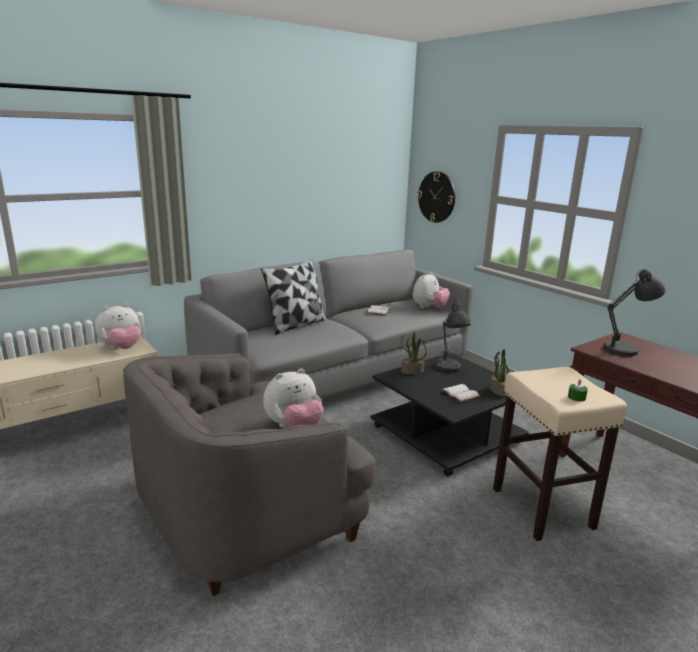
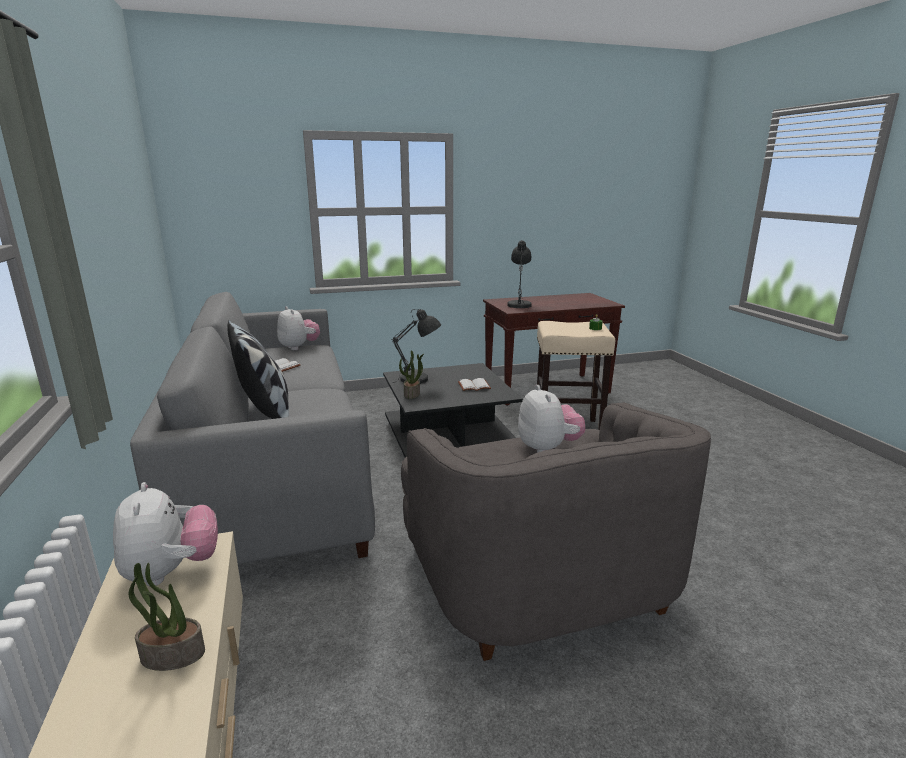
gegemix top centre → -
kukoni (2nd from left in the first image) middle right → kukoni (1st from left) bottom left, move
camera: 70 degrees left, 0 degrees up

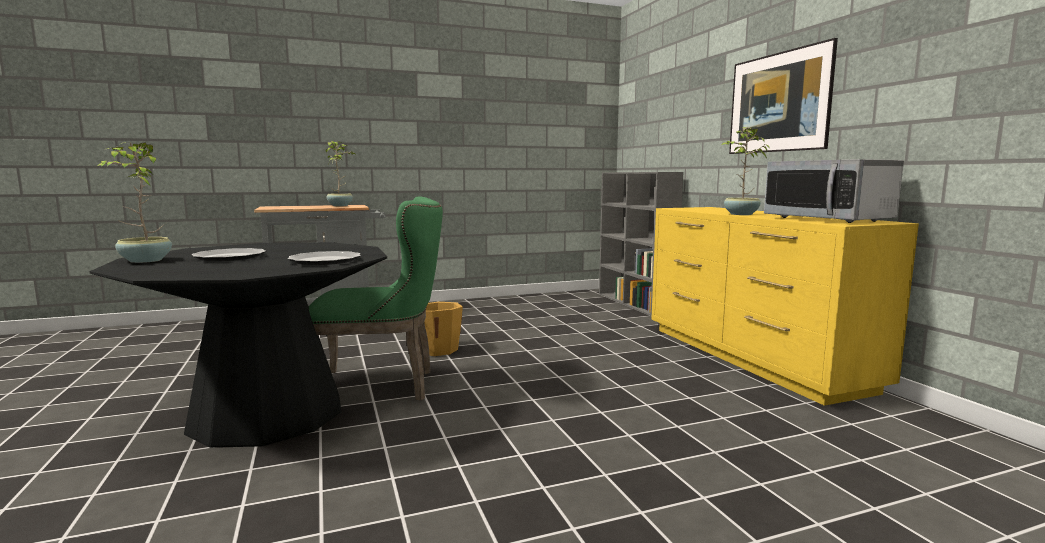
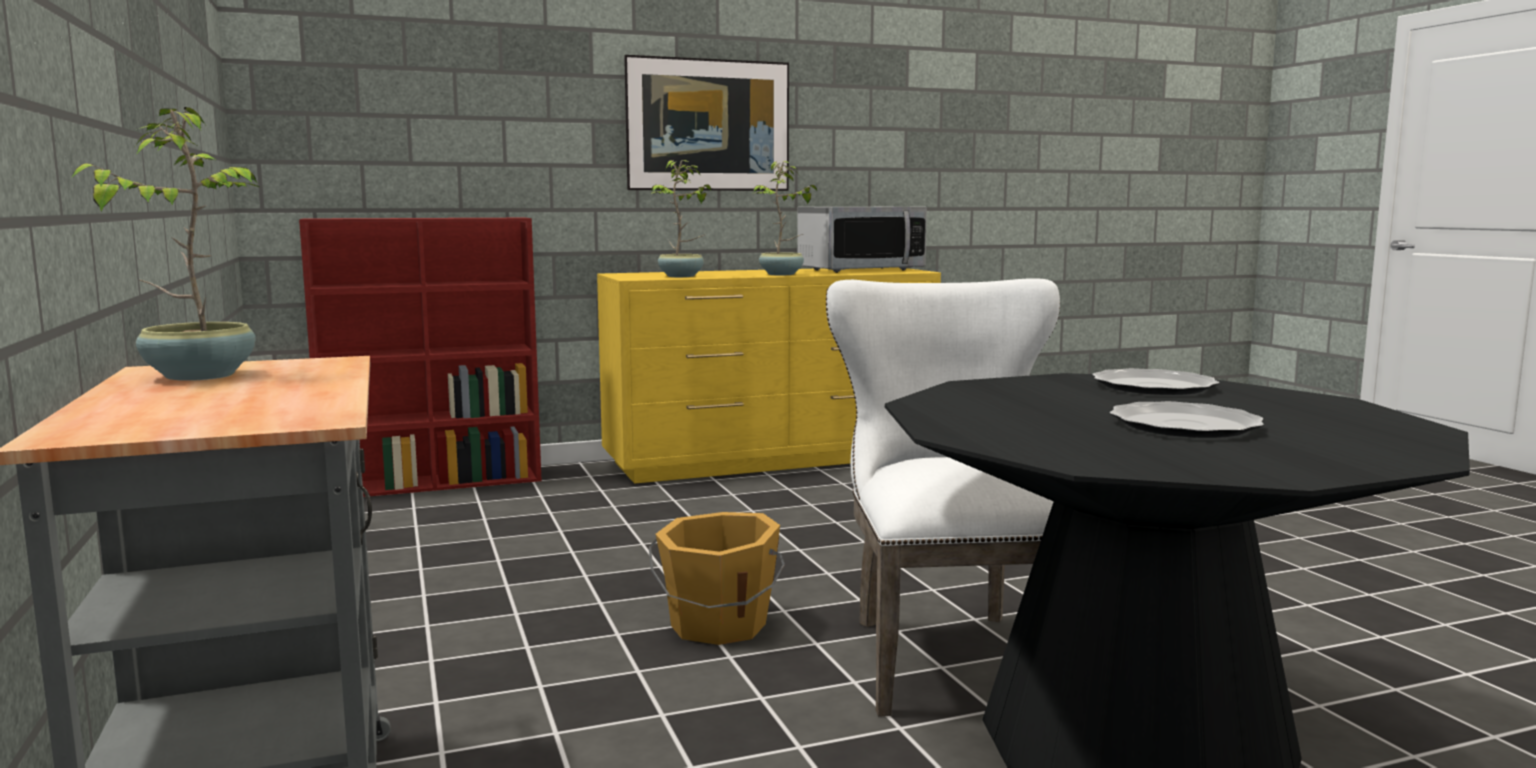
kukoni (1st from left in the first image) middle left → kukoni (2nd from left) top centre, move
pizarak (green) centre → pizarak (white) centre
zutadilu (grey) centre → zutadilu (red) middle left
camera: 90 degrees left, 0 degrees up

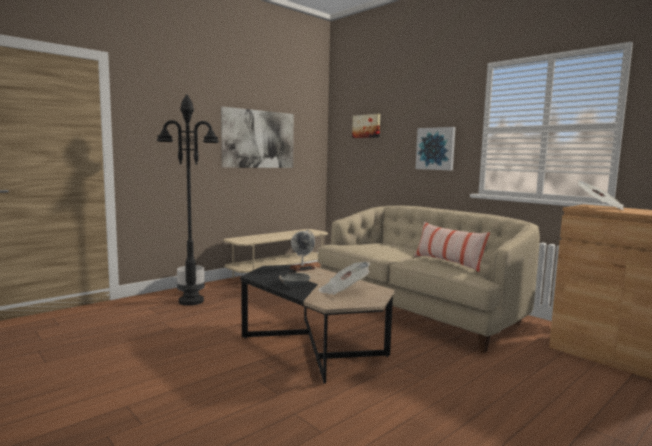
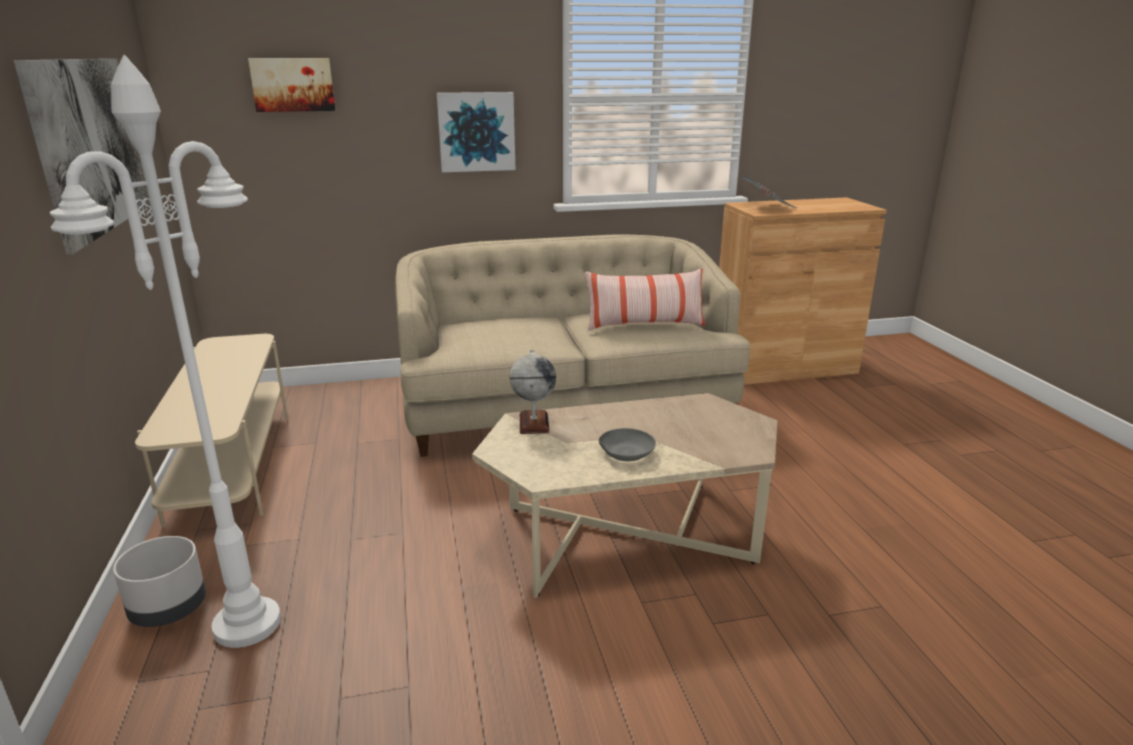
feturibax (1st from left) centre → -
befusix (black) middle left → befusix (white) middle left
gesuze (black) bottom centre → gesuze (beige) centre
camera: 60 degrees left, 15 degrees up

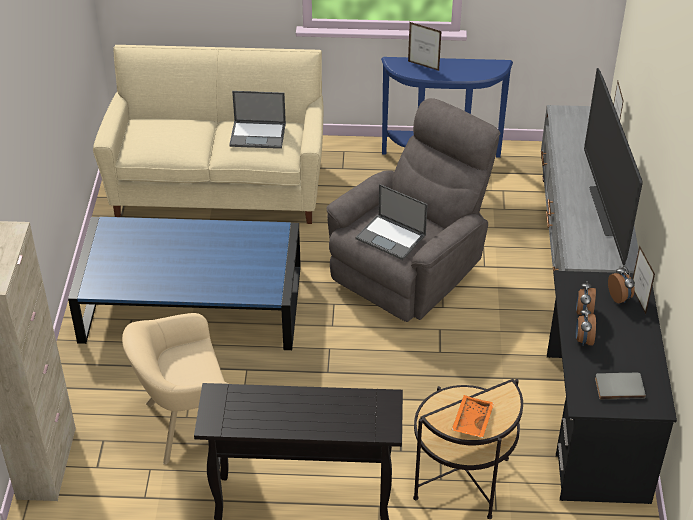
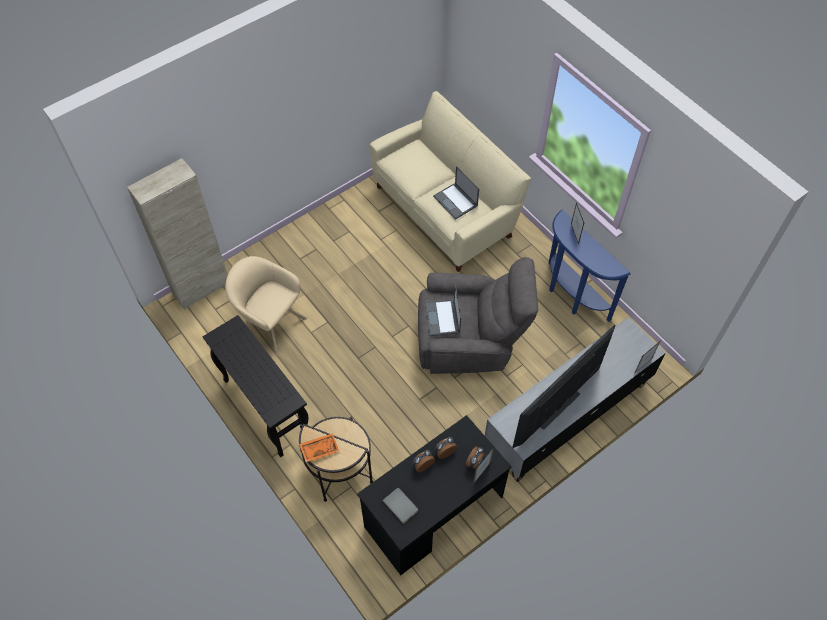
gesuze (blue) middle left → -
camera: 50 degrees right, 15 degrees up

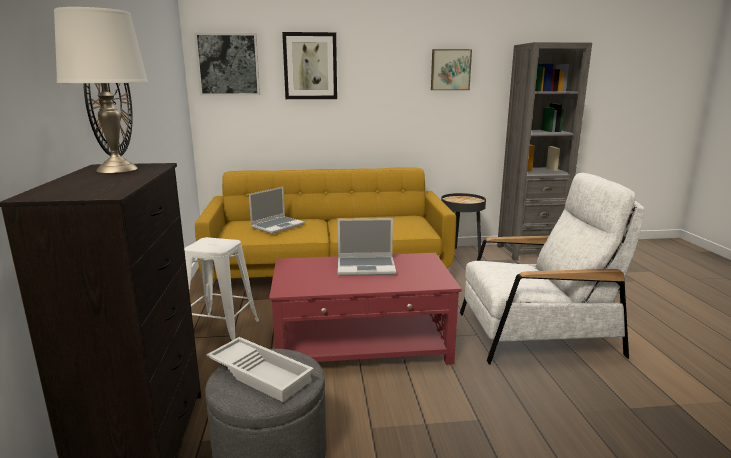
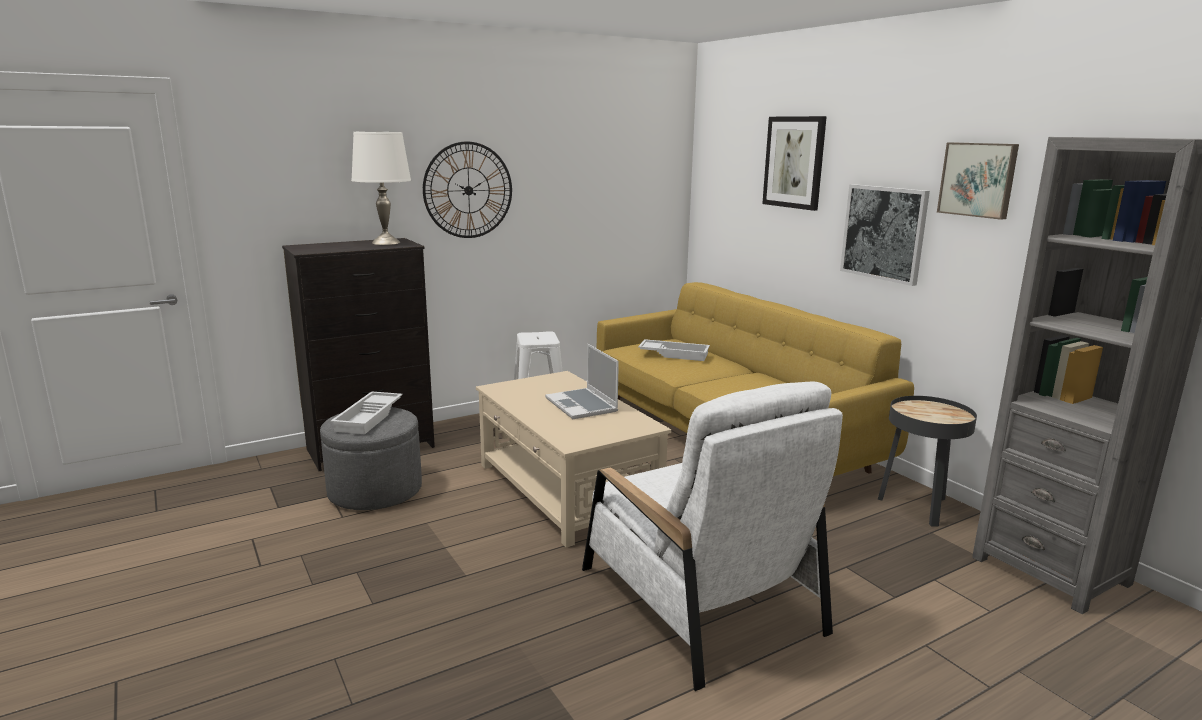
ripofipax (1st from left in the first image) top left → ripofipax (2nd from left) top right, move
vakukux (1st from left) centre → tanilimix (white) (2nd from left) centre
gesuze (red) bottom centre → gesuze (beige) centre
camera: 65 degrees right, 0 degrees up

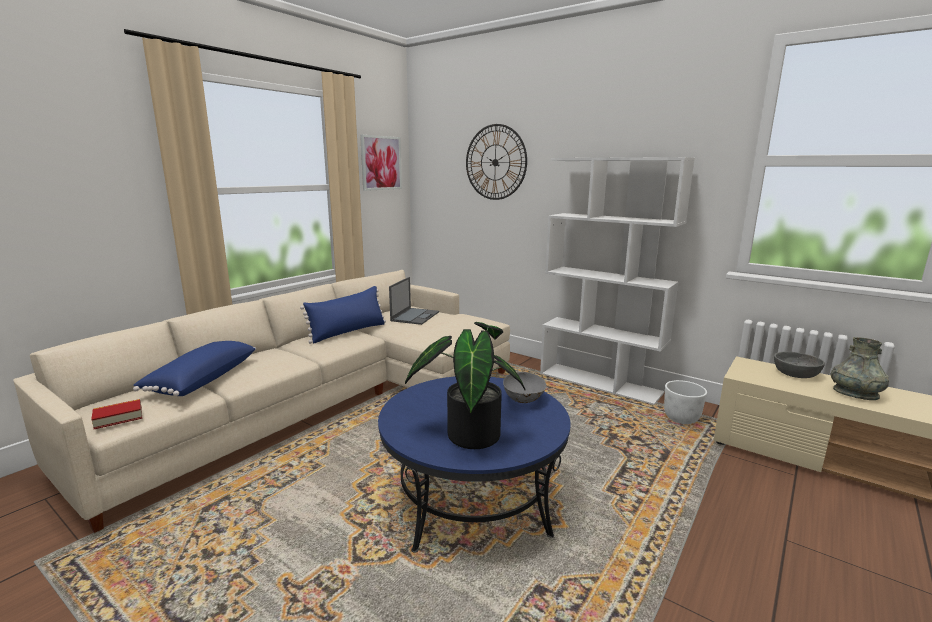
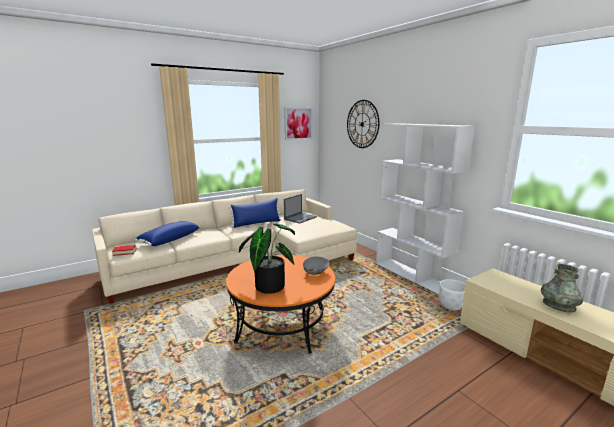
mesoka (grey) (2nd from left) middle right → -
gesuze (blue) bottom centre → gesuze (orange) bottom centre
camera: 20 degrees right, 0 degrees up

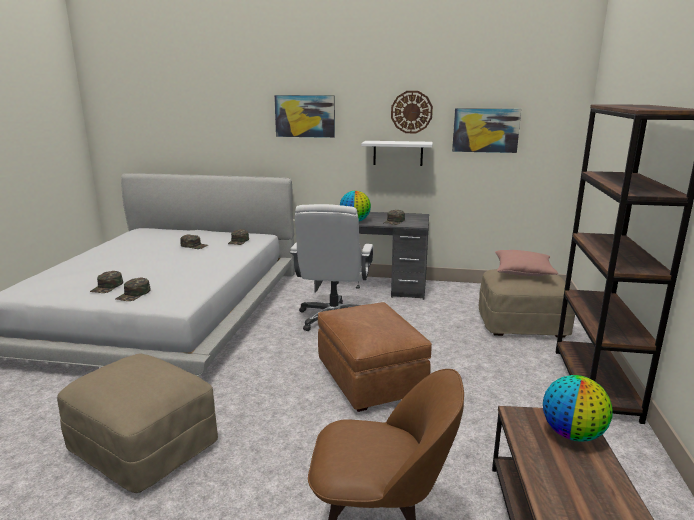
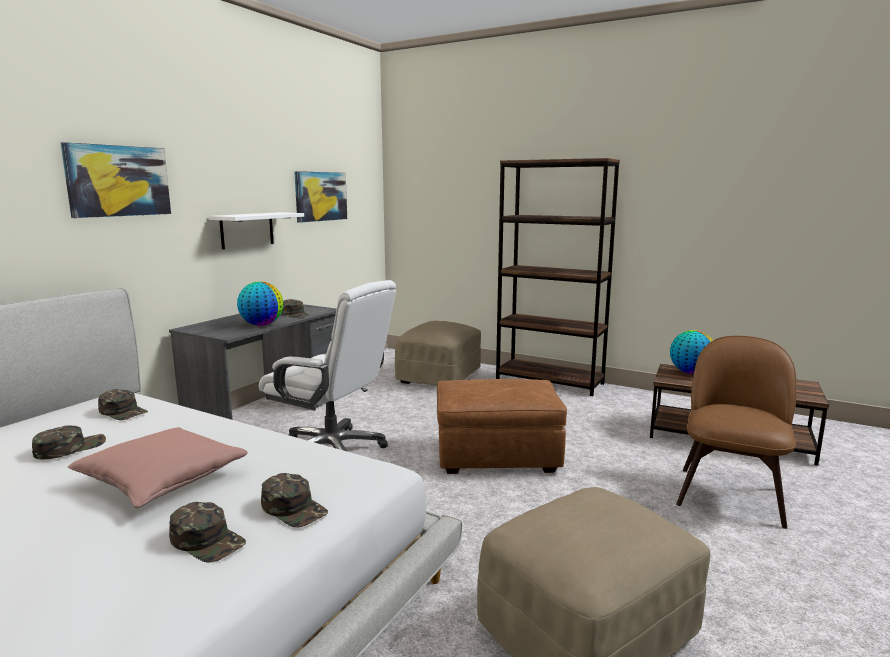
gegemix top centre → -
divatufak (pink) middle right → divatufak (pink) bottom left, move
camera: 70 degrees left, 5 degrees down

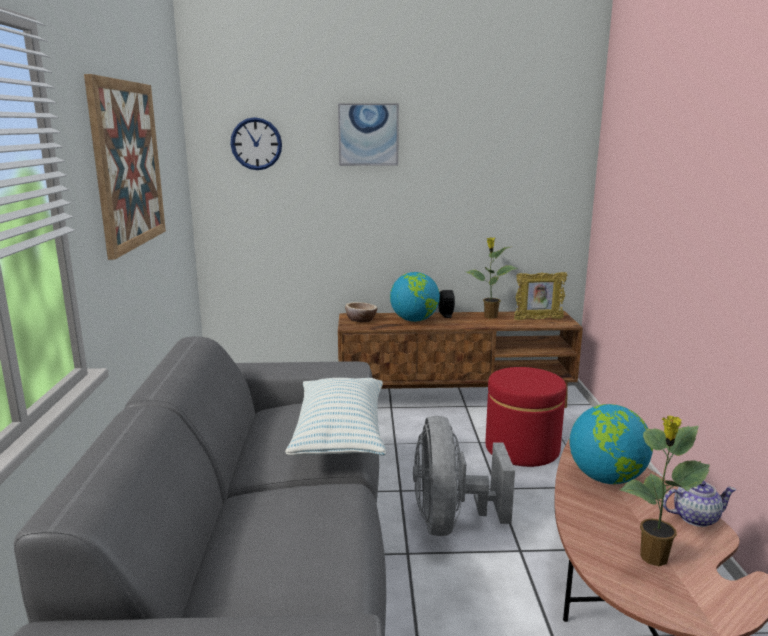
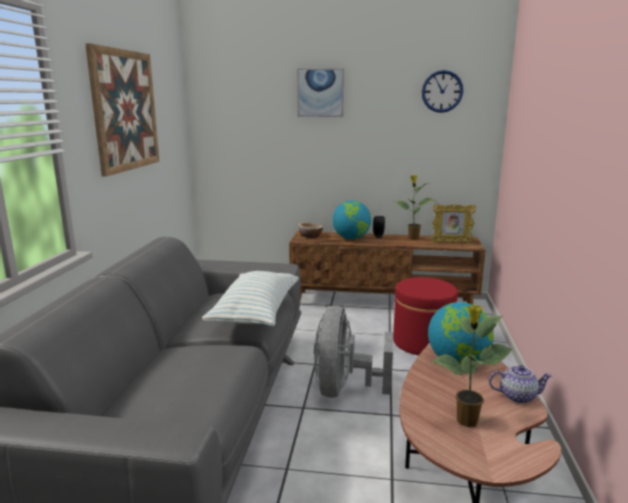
gegemix top centre → gegemix top right, move
camera: 10 degrees right, 0 degrees up

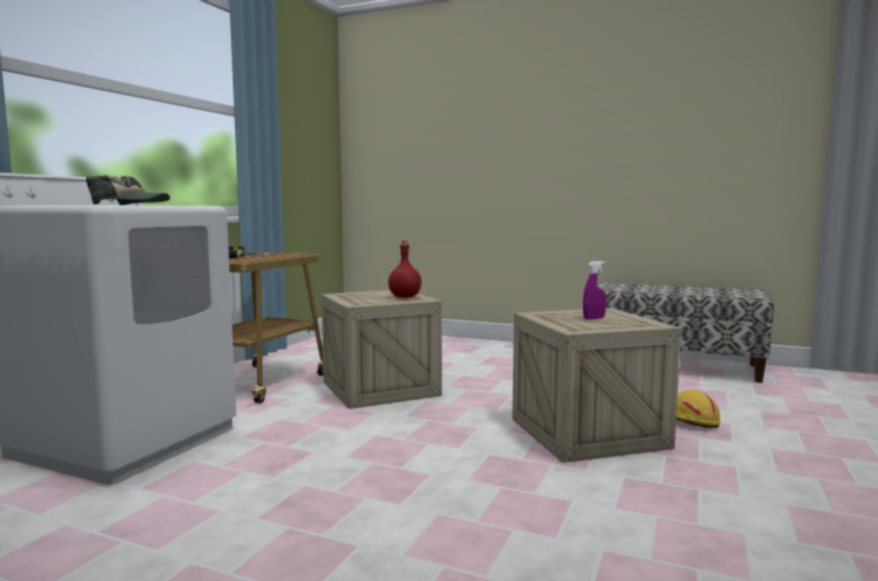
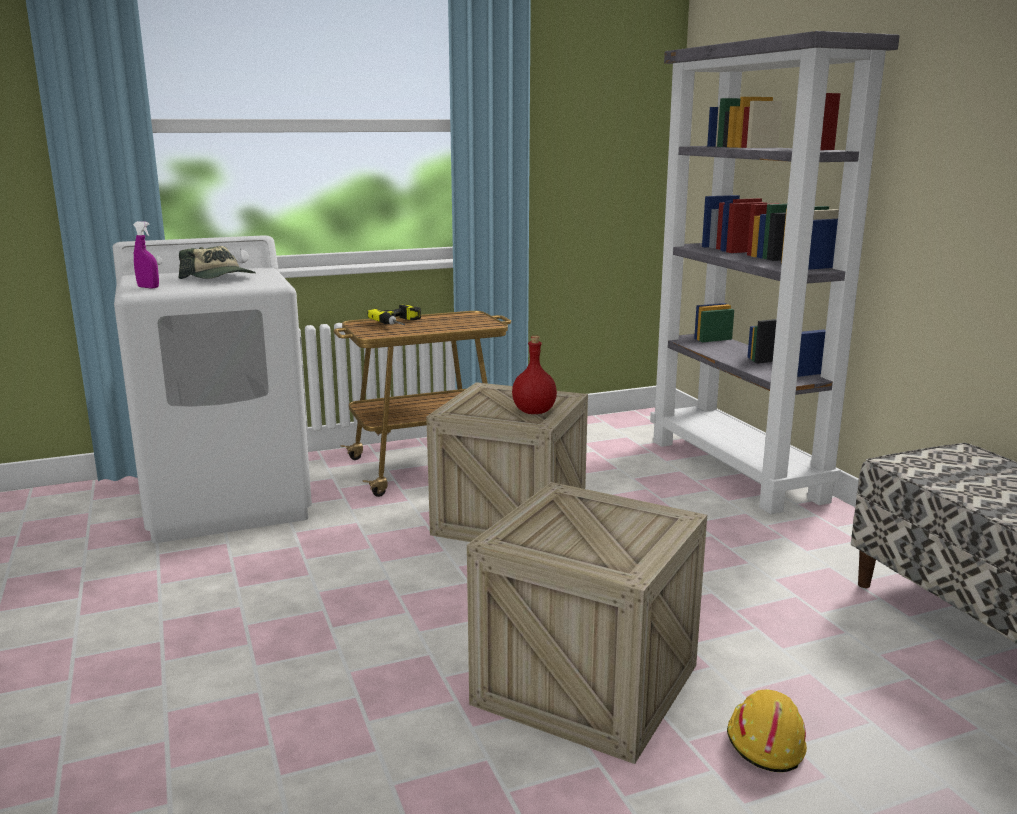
- → zutadilu (grey) middle right
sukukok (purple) middle right → sukukok (purple) top left, move
camera: 45 degrees right, 10 degrees up

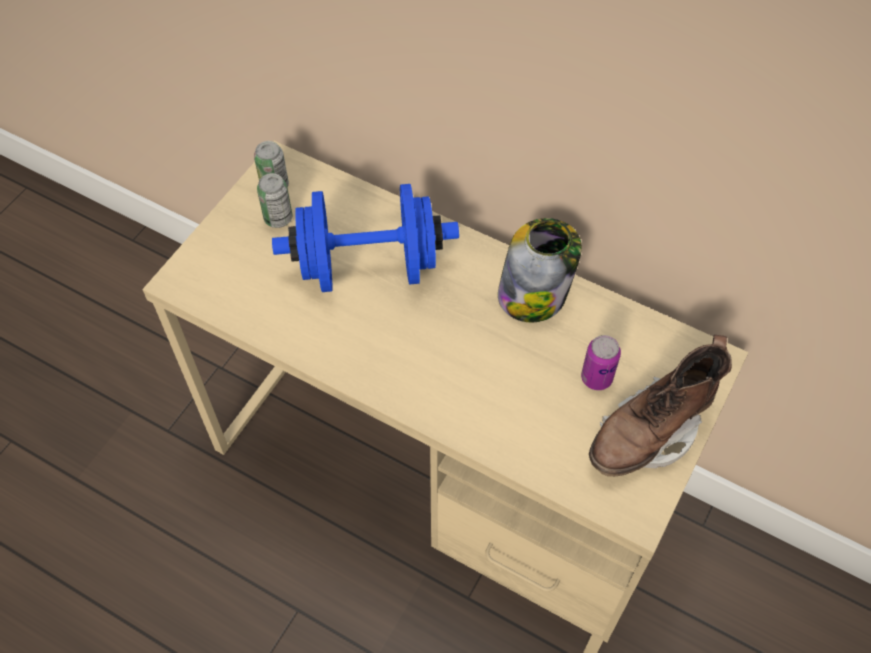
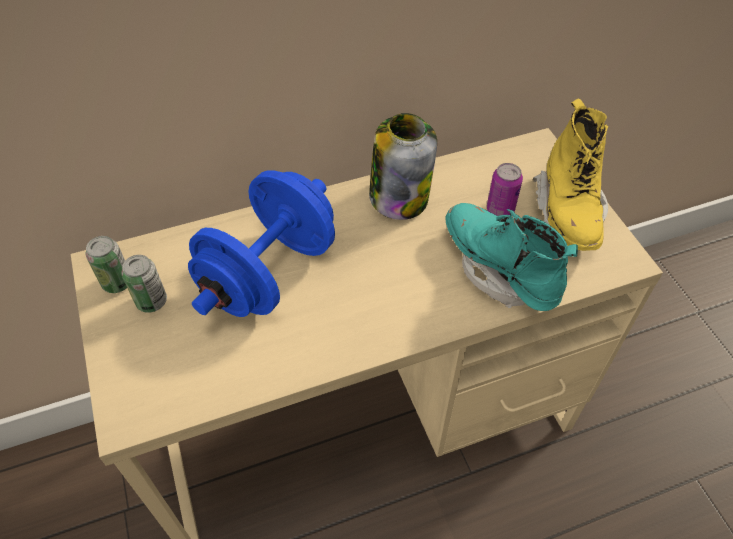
- → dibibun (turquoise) middle right
dibibun (brown) middle right → dibibun (yellow) top right
camera: 50 degrees left, 5 degrees down

